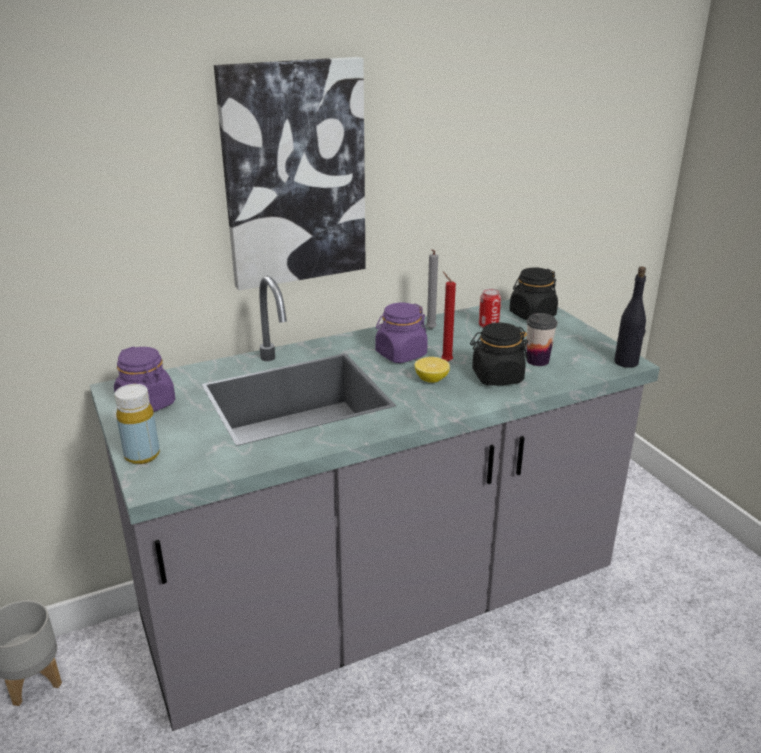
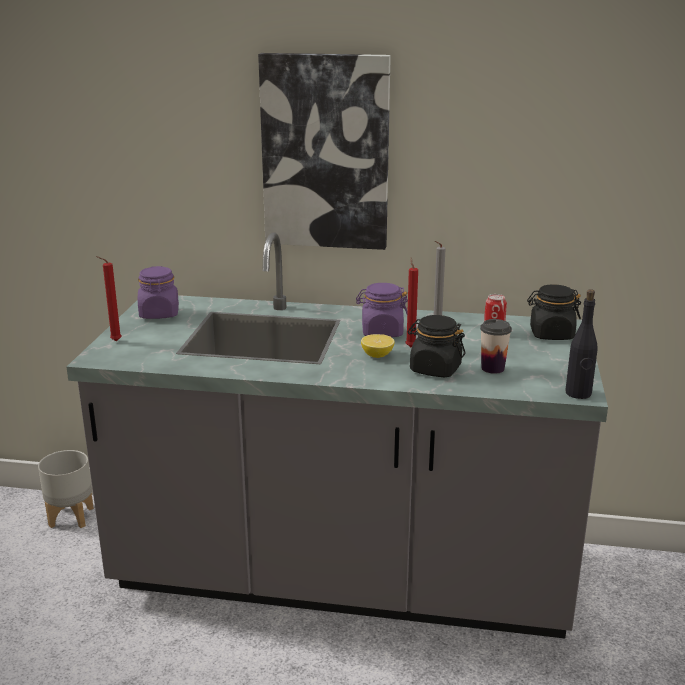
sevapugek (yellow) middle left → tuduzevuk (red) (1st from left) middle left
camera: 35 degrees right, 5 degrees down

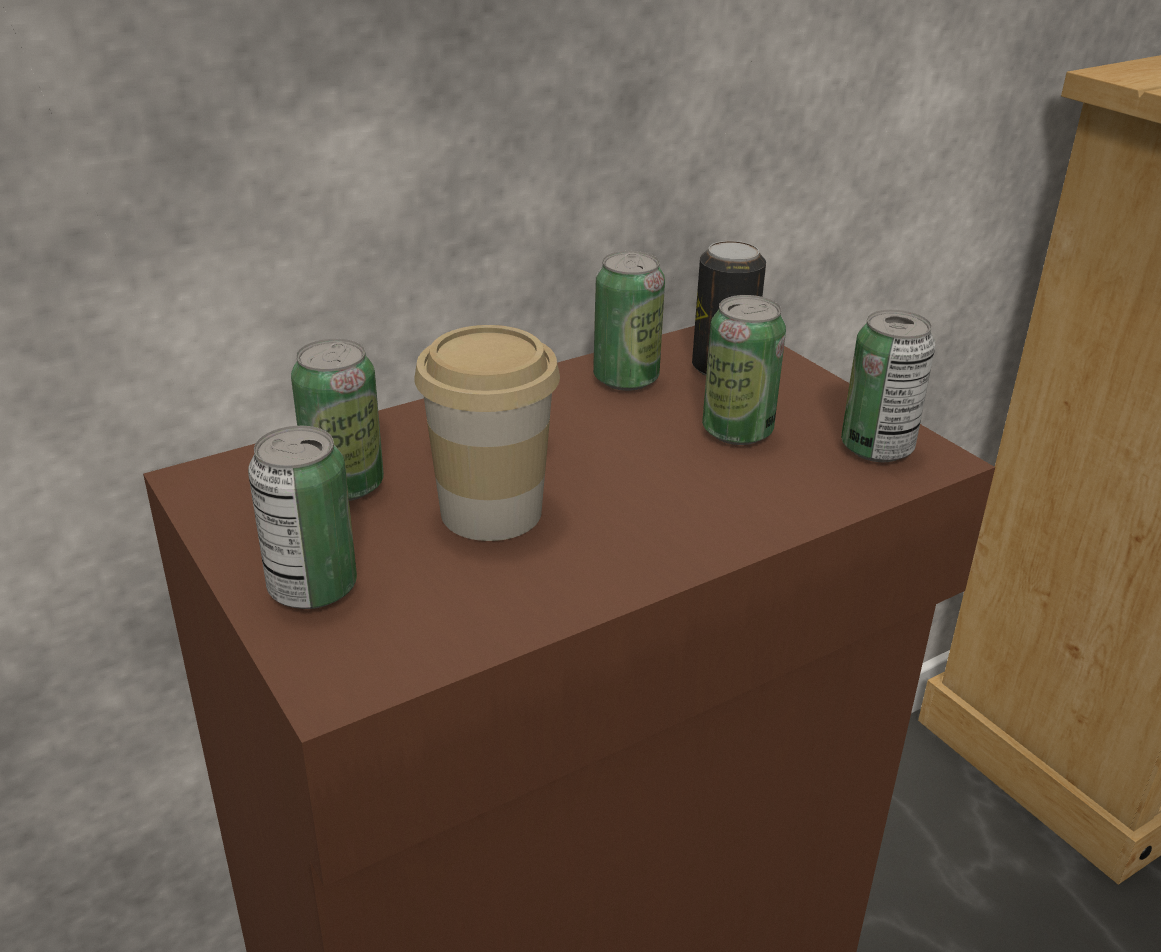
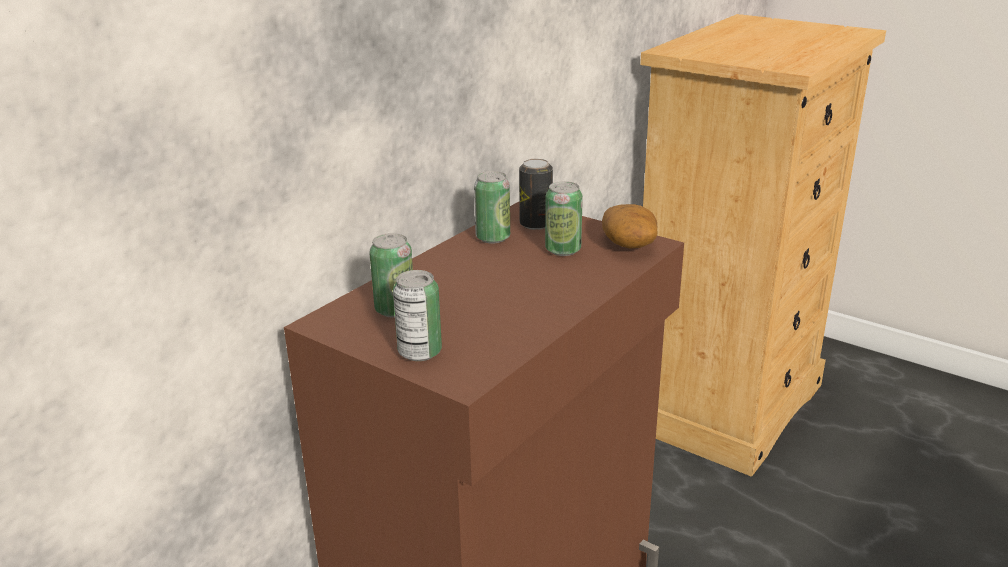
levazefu centre → -
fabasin (6th from left) middle right → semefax centre
camera: 20 degrees left, 5 degrees down

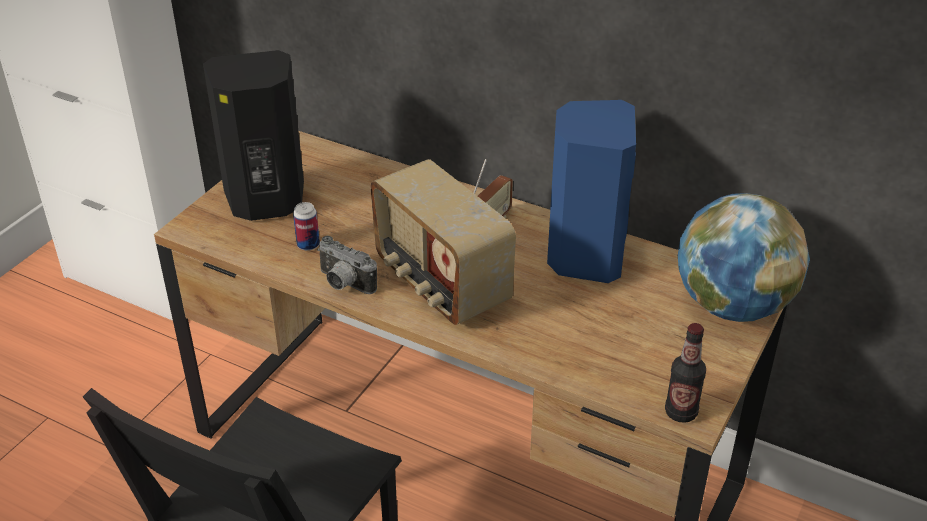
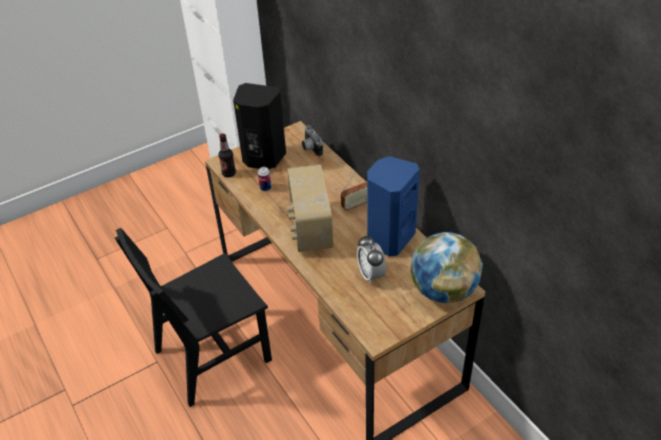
- → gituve centre
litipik centre → litipik top centre, move
sevapugek bottom right → sevapugek centre, move
camera: 30 degrees right, 5 degrees up

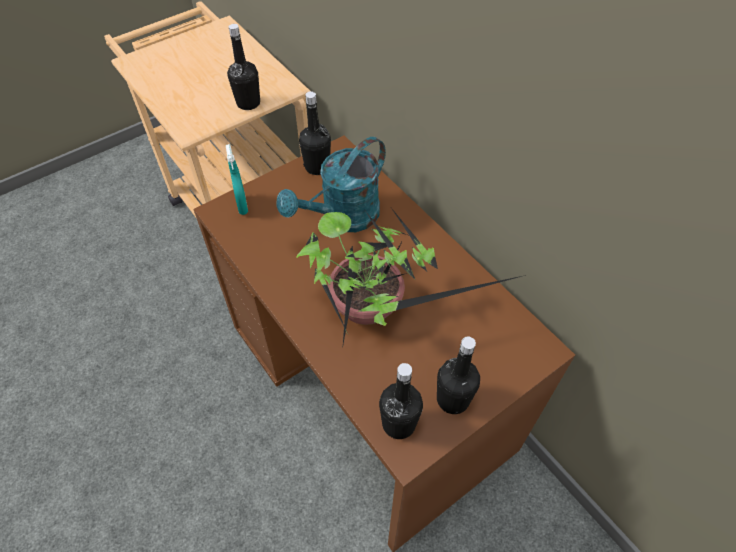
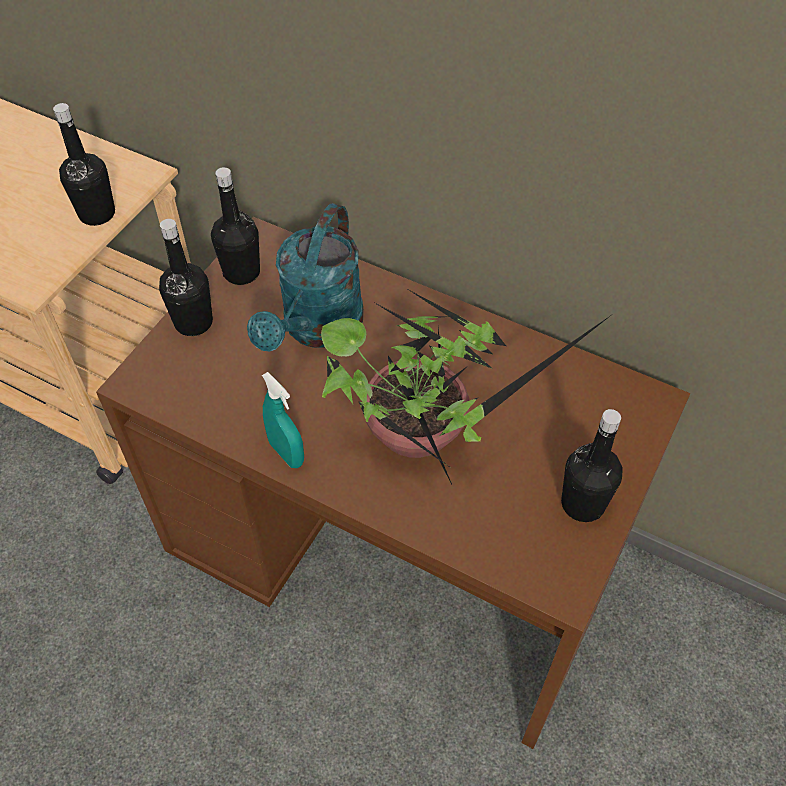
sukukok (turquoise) top left → sukukok (turquoise) centre, move
sevapugek (black) (3rd from left in the first image) bottom centre → sevapugek (black) (2nd from left) middle left, move
camera: 25 degrees left, 0 degrees up

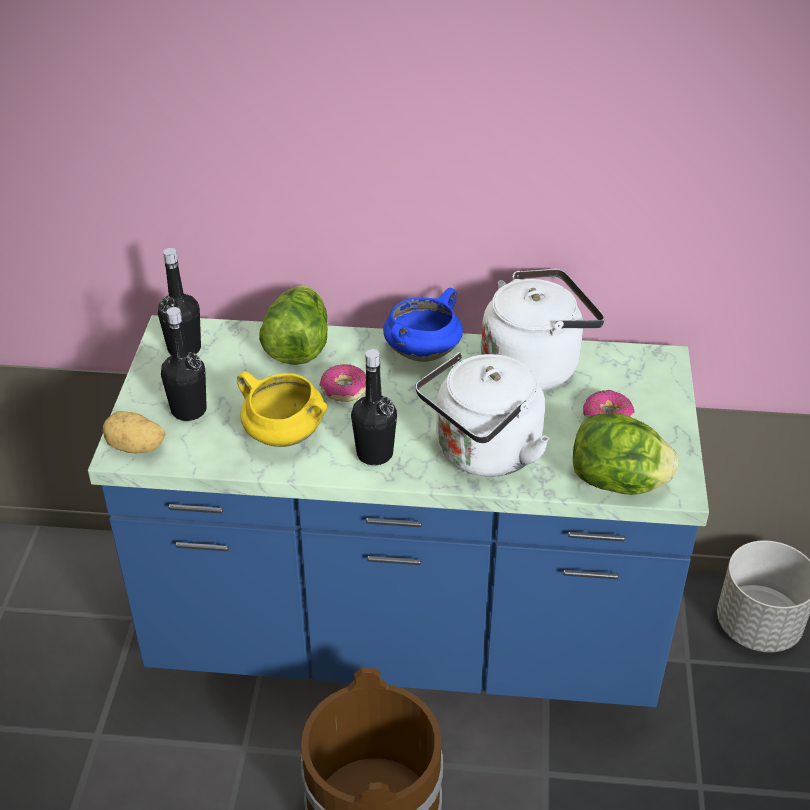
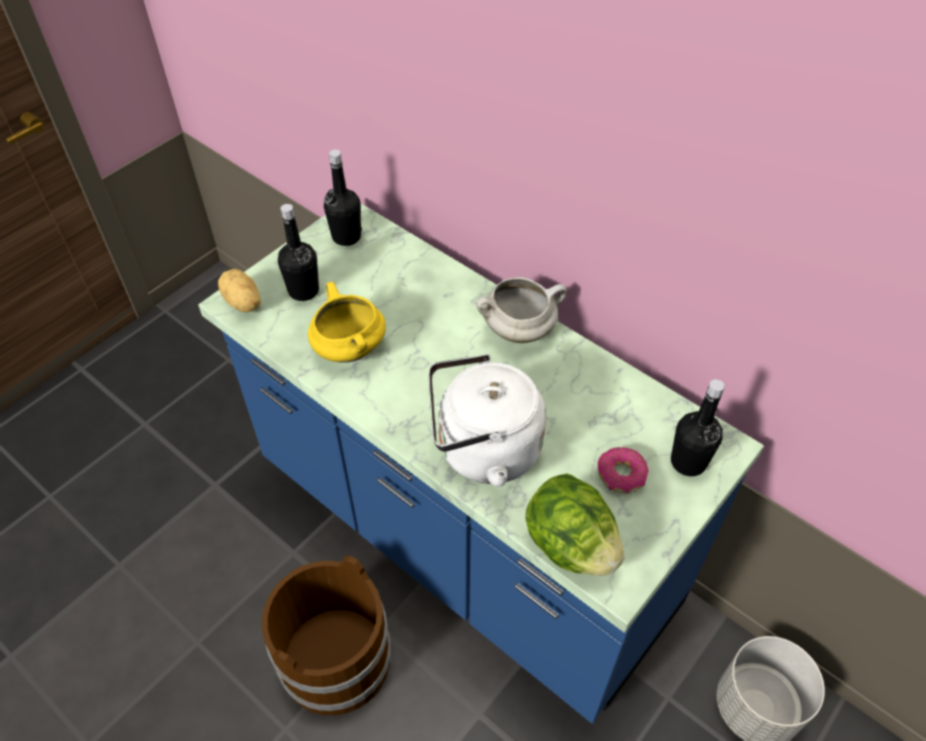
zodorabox (1st from left) centre → -
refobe (1st from left) centre → -
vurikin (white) (2nd from left) middle right → -
sevapugek (black) (3rd from left) centre → sevapugek (black) (3rd from left) middle right, move
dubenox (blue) centre → dubenox (white) centre
camera: 35 degrees right, 10 degrees up

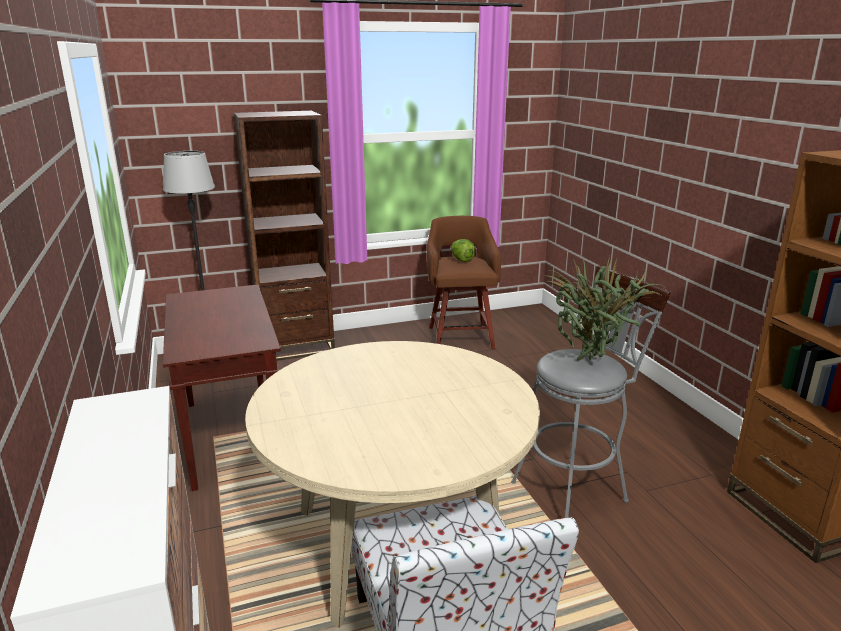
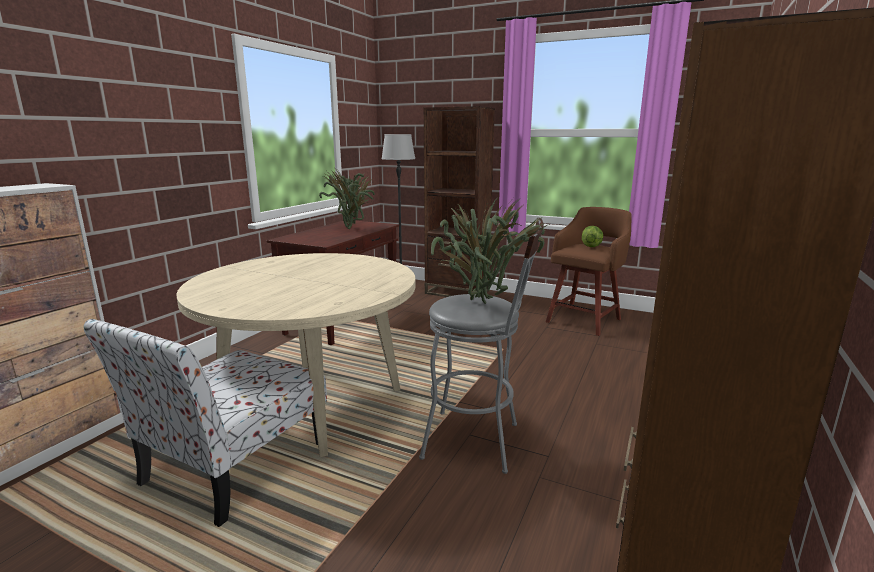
- → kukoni (1st from left) centre
camera: 45 degrees right, 5 degrees down

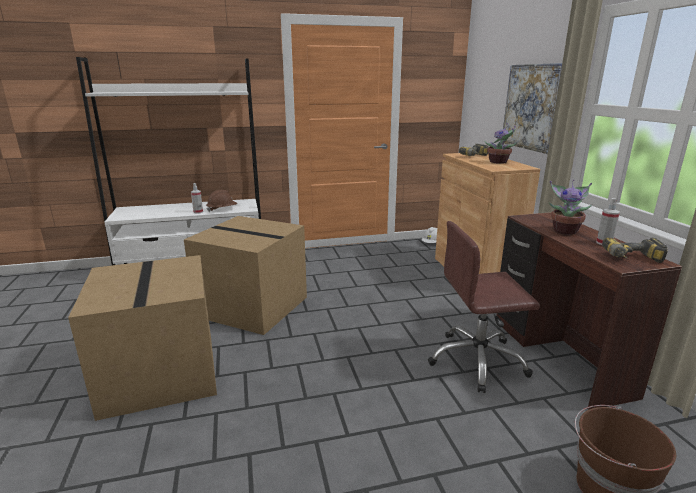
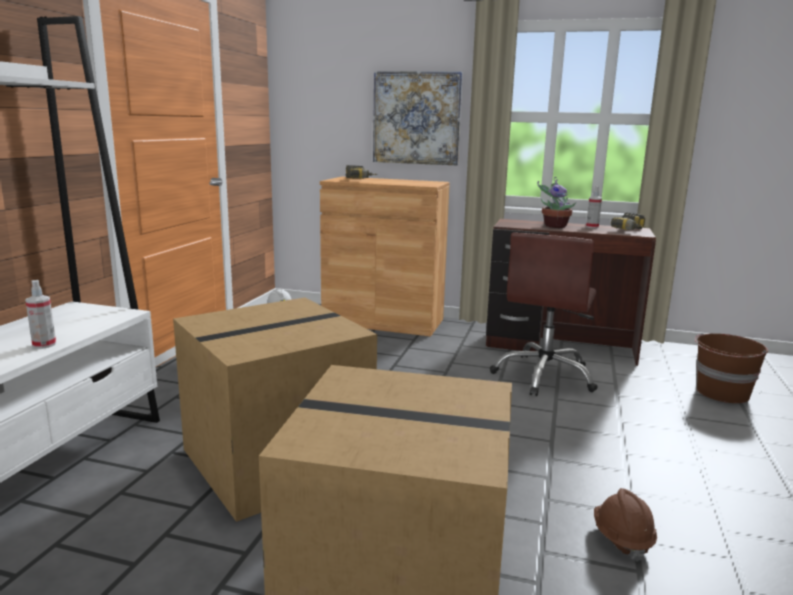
kukoni (1st from left) top right → -
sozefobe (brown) middle left → sozefobe (brown) bottom right, move
camera: 60 degrees left, 5 degrees down

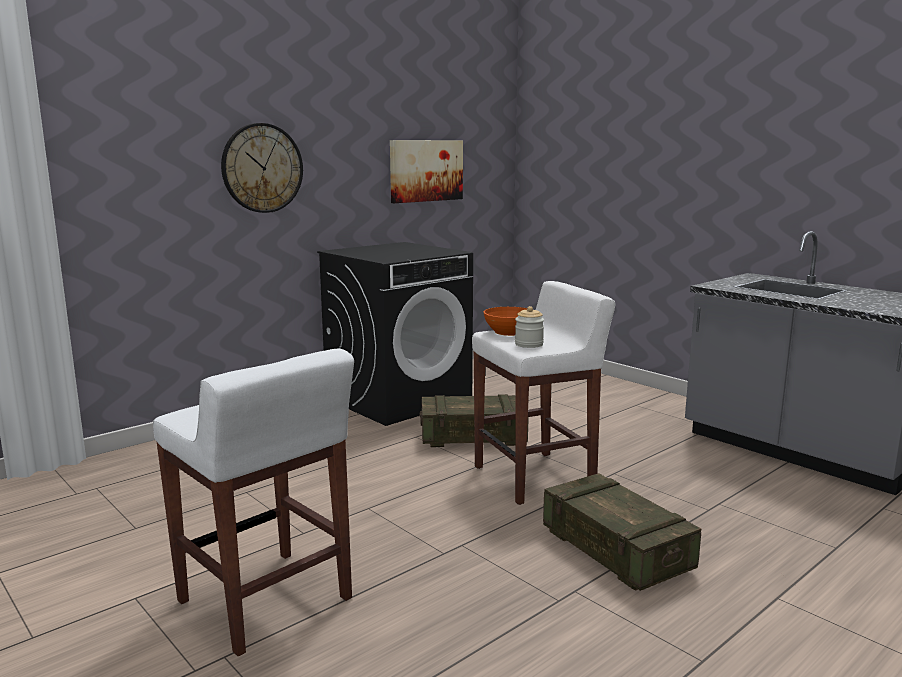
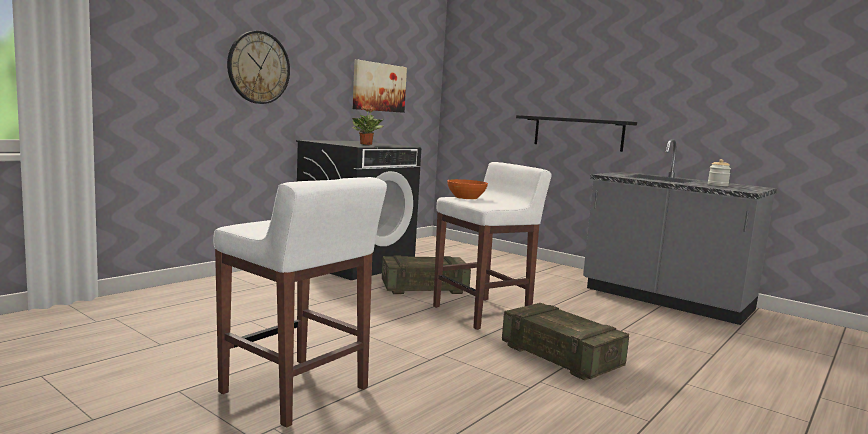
- → kukoni top centre
- → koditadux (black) top centre
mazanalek centre → mazanalek middle right, move
camera: 10 degrees left, 5 degrees down

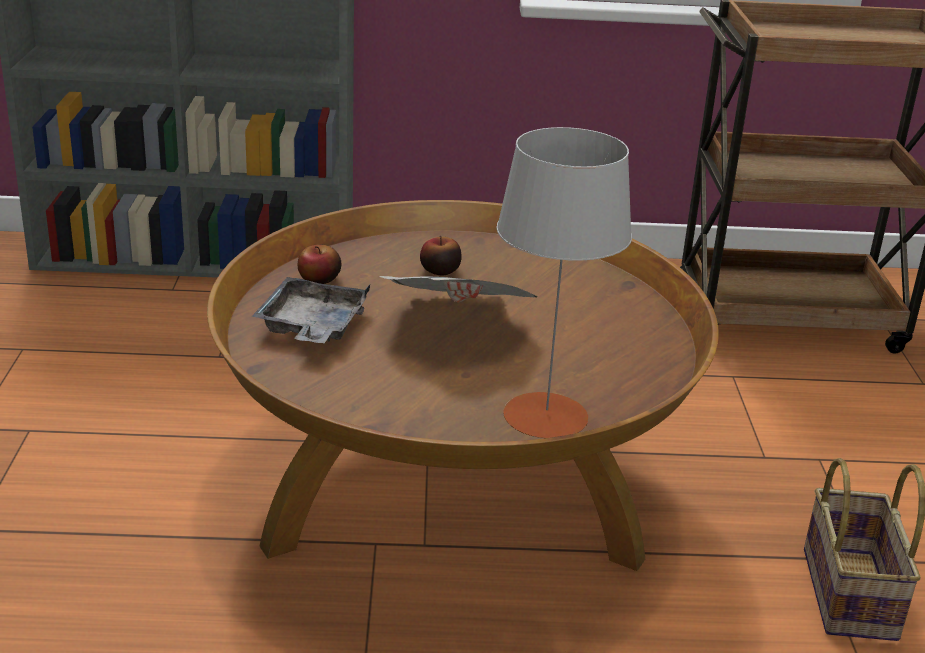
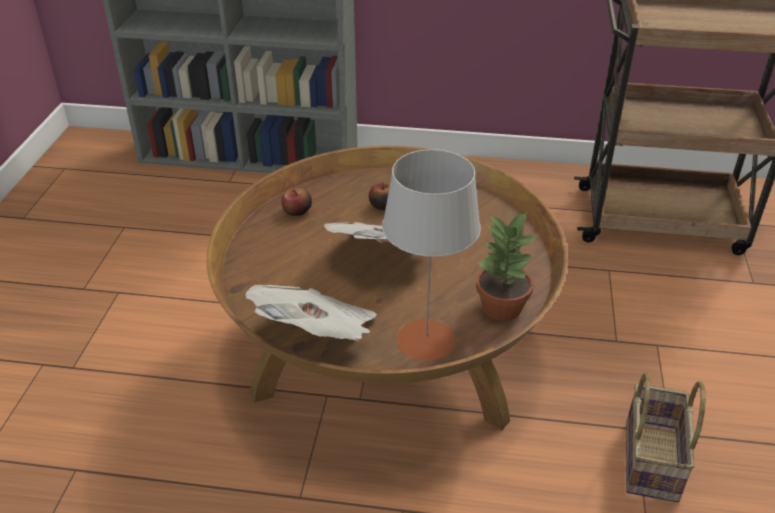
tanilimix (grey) centre → -
- → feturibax (1st from left) centre
- → kukoni centre
camera: 10 degrees right, 10 degrees up

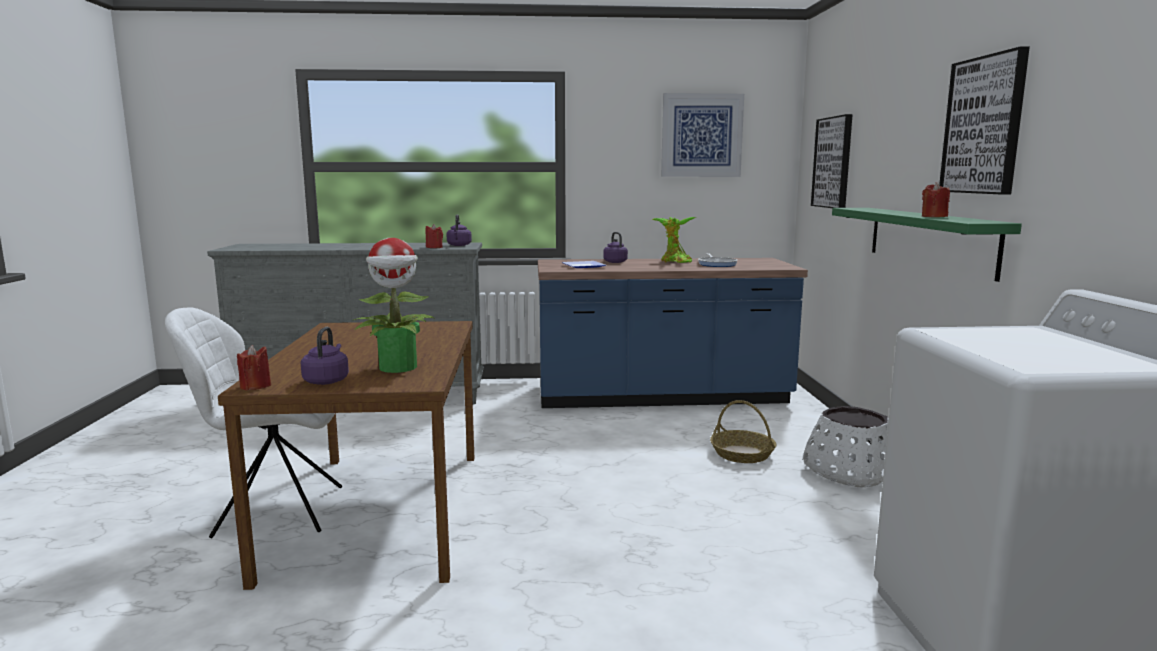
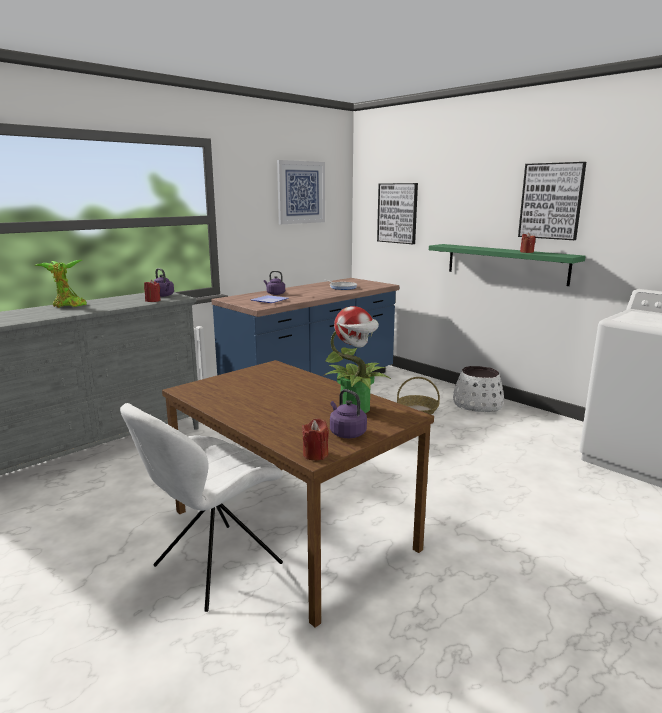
kukoni (2nd from left in the first image) centre → kukoni (1st from left) middle left, move
camera: 40 degrees left, 5 degrees up

